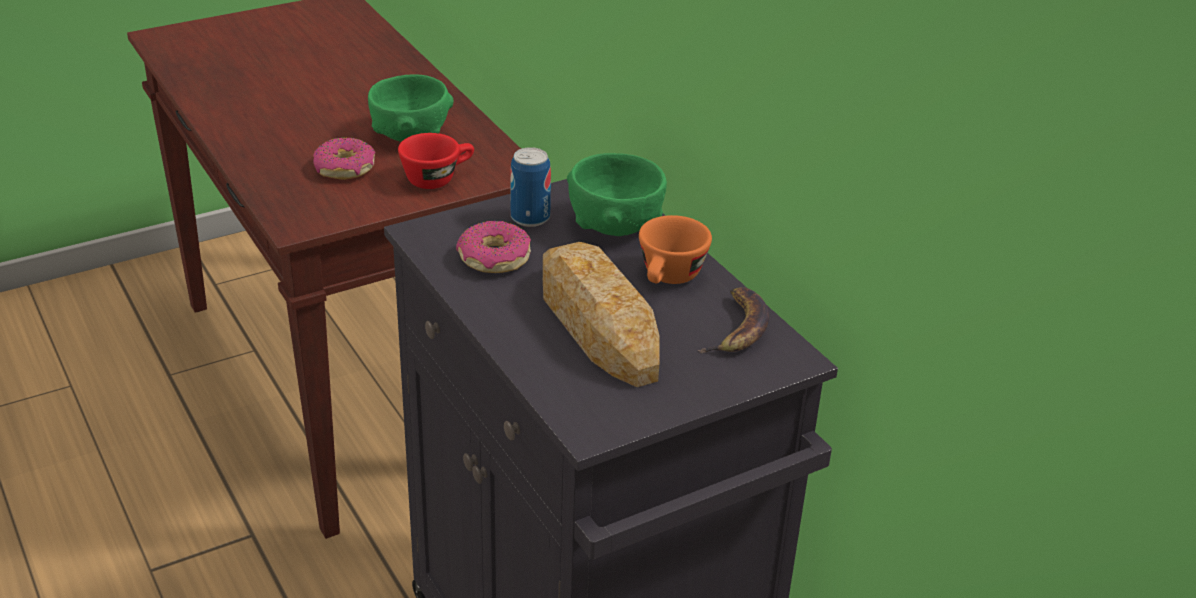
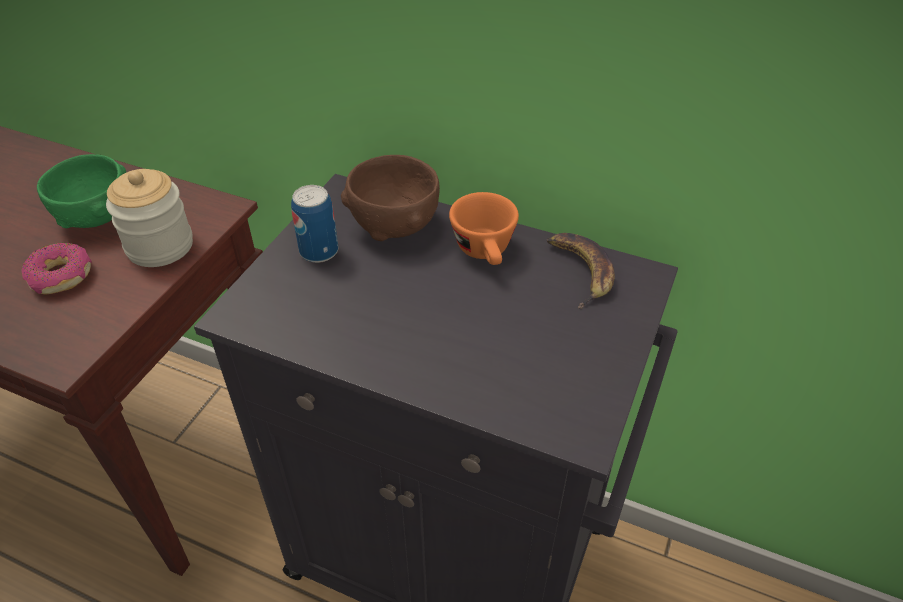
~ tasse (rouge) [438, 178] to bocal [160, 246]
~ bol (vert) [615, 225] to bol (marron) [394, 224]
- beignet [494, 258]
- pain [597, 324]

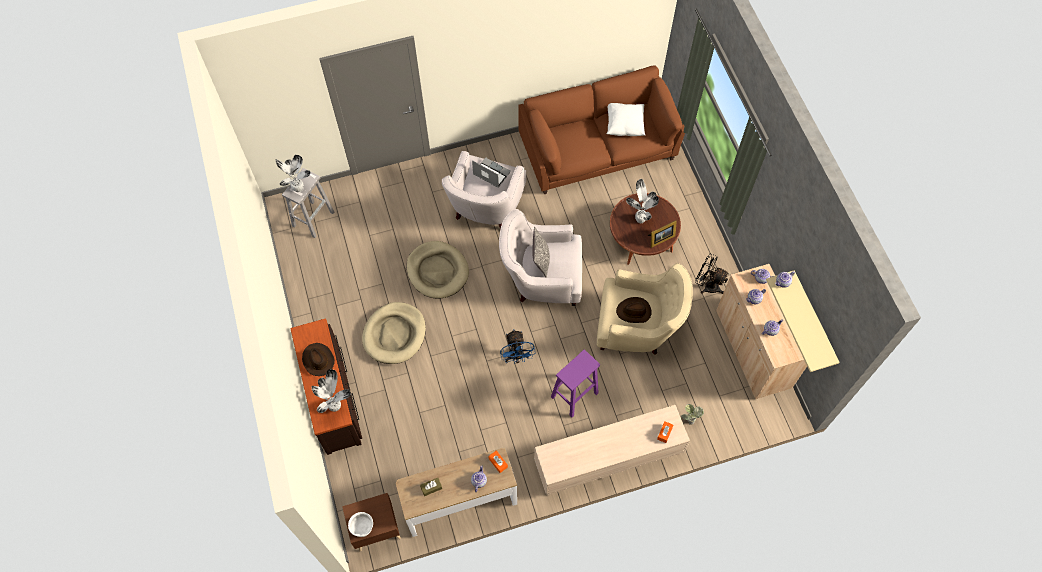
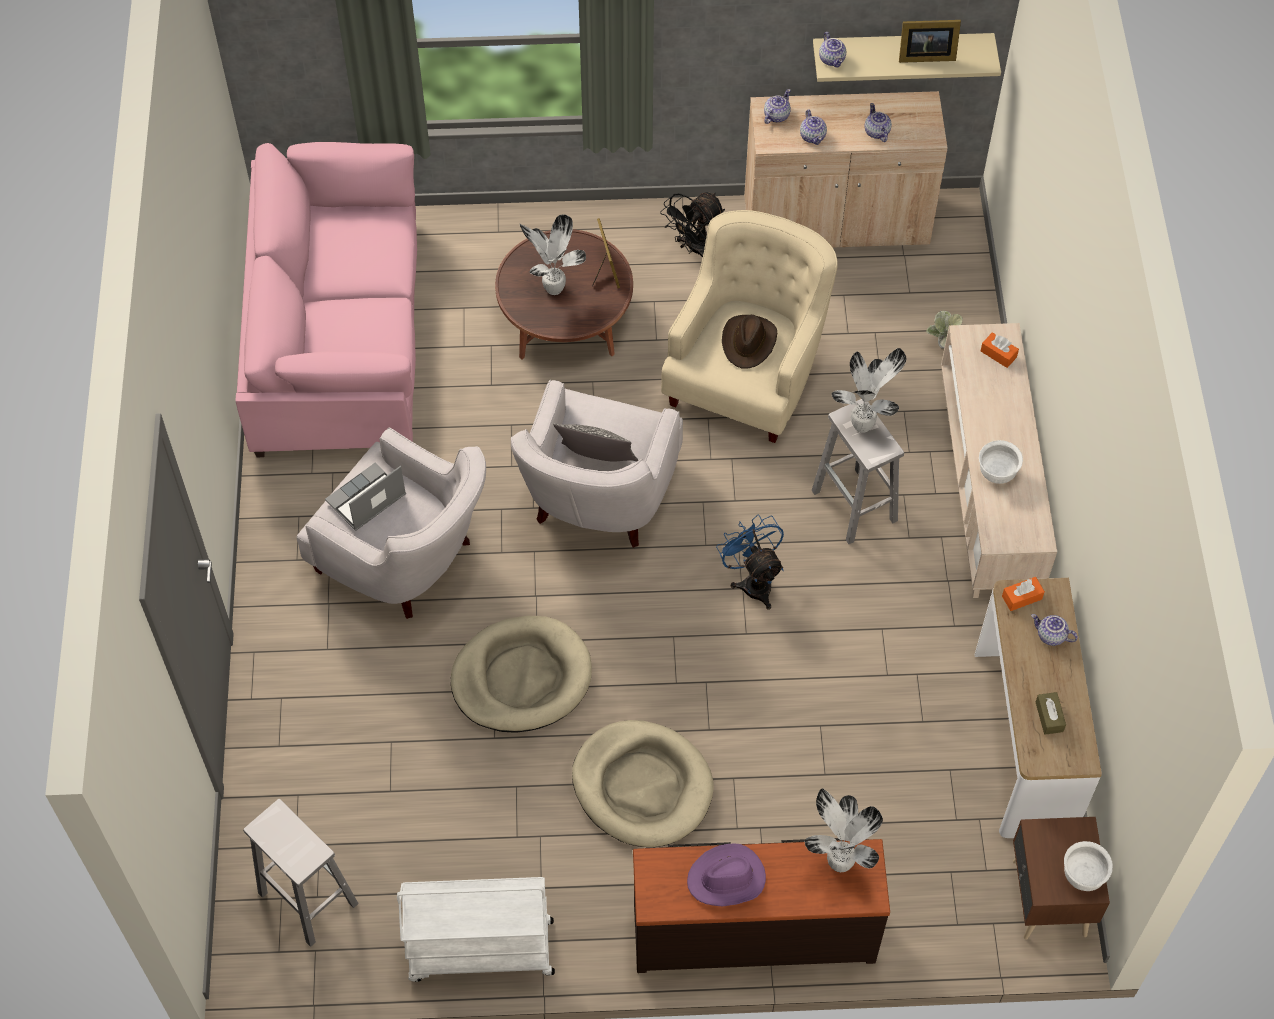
~ canapé (marron) [597, 148] to canapé (rose) [339, 338]
+ chariot (blanc) [480, 951]
~ chapeau (marron) [318, 360] to chapeau (violet) [727, 879]
~ ventilateur (bleu) [516, 357] = [753, 581] 120 degrees counterclockwise
~ tabouret (violet) [574, 395] to tabouret (blanc) [855, 507]
~ plante en pot [299, 189] to [864, 425]
+ cadre photo [924, 55]
+ bol (blanc) [997, 473]
- coussin (blanc) [624, 125]

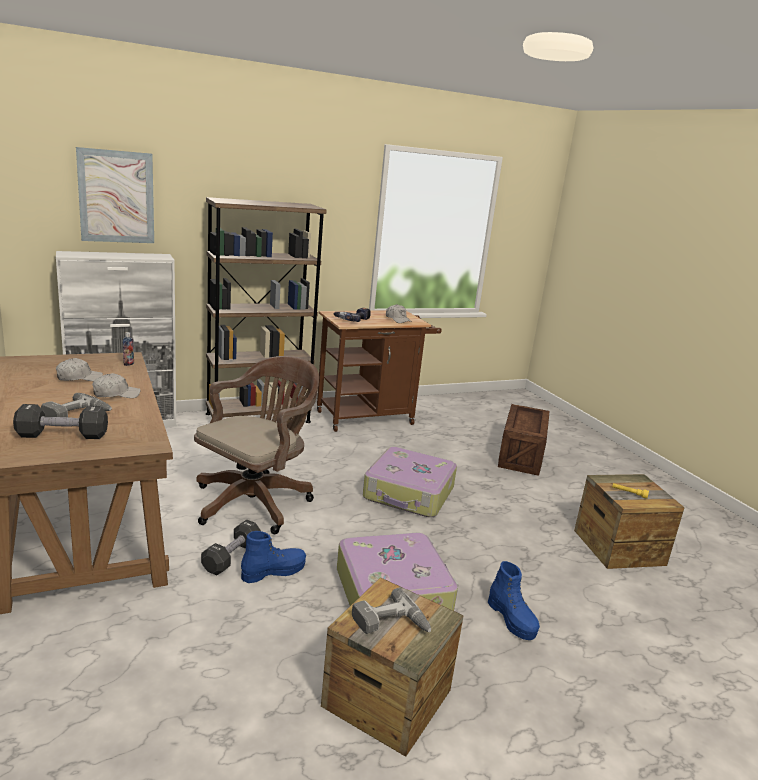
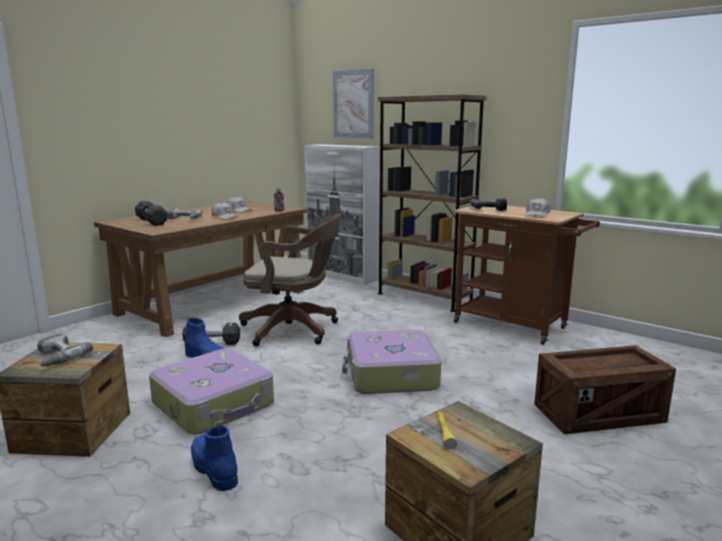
~ botte (bleu) [512, 619] = [214, 469] 105 degrees clockwise

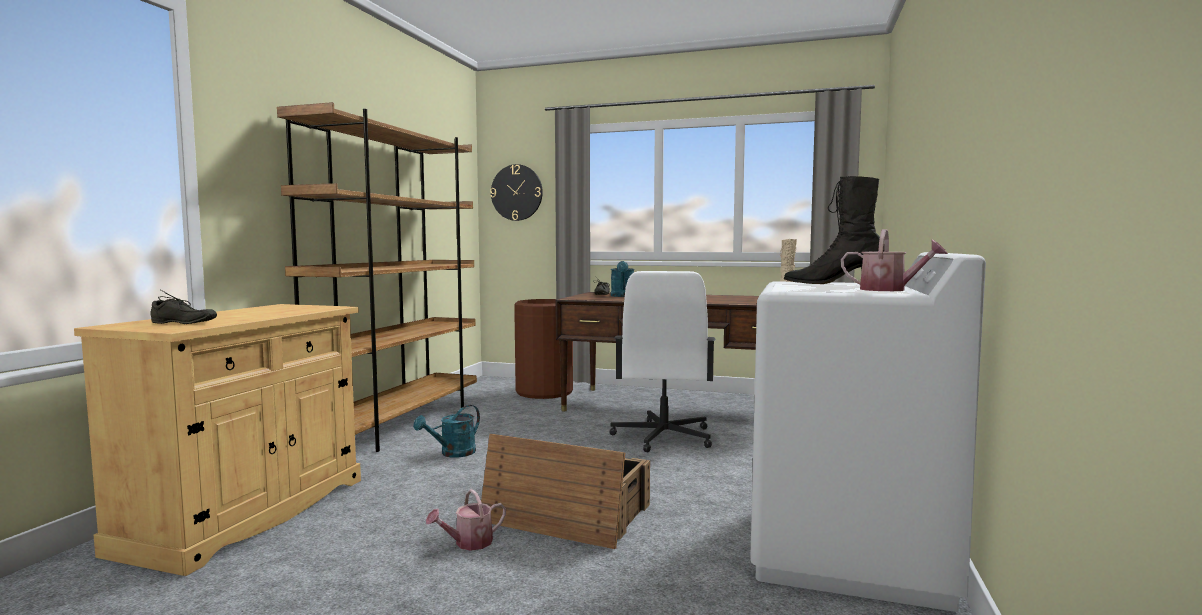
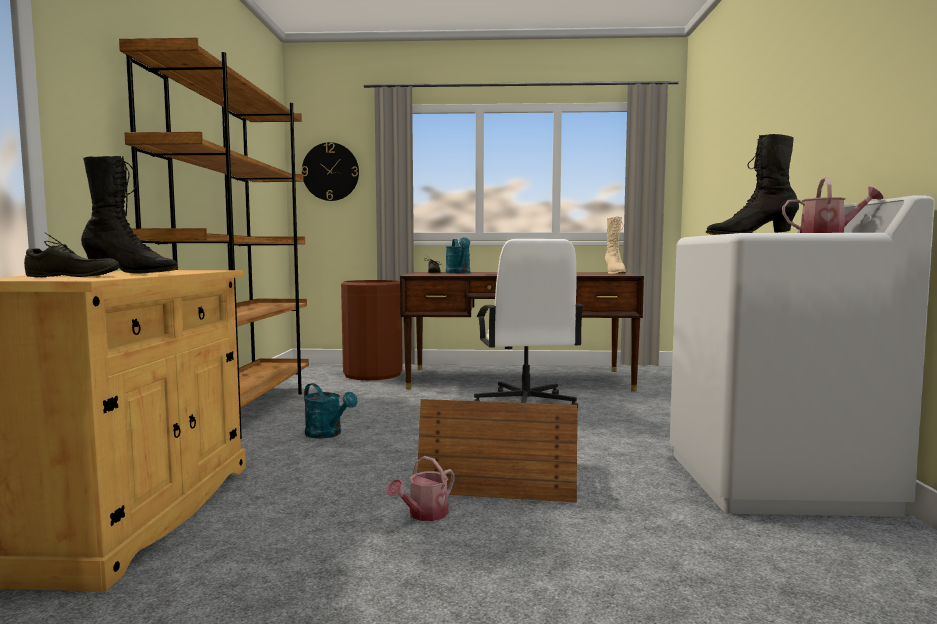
+ botte (noir) [130, 272]
~ arrosoir (turquoise) [453, 453] = [328, 434] 75 degrees counterclockwise

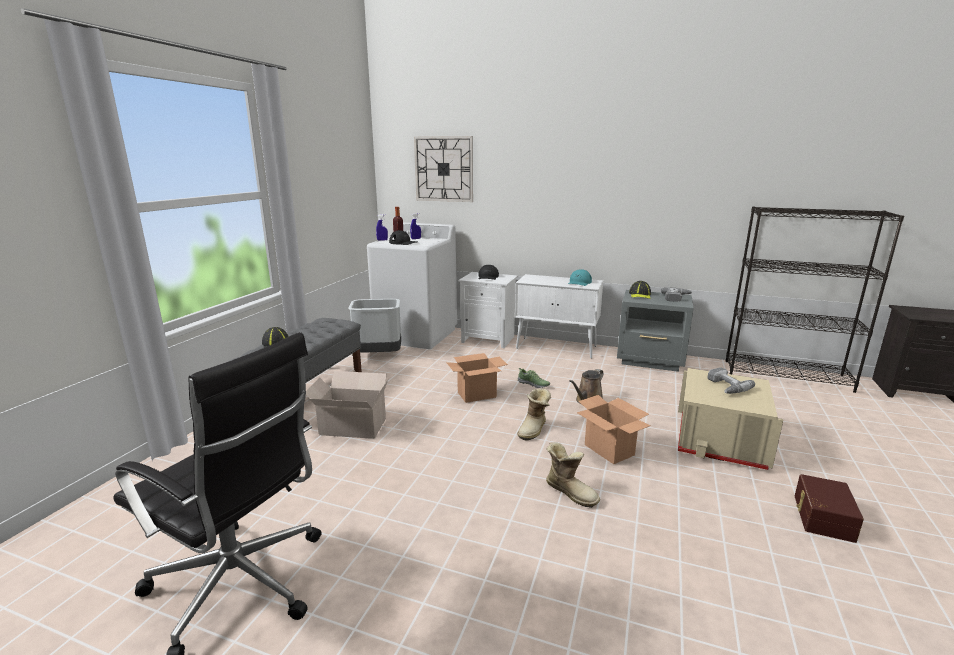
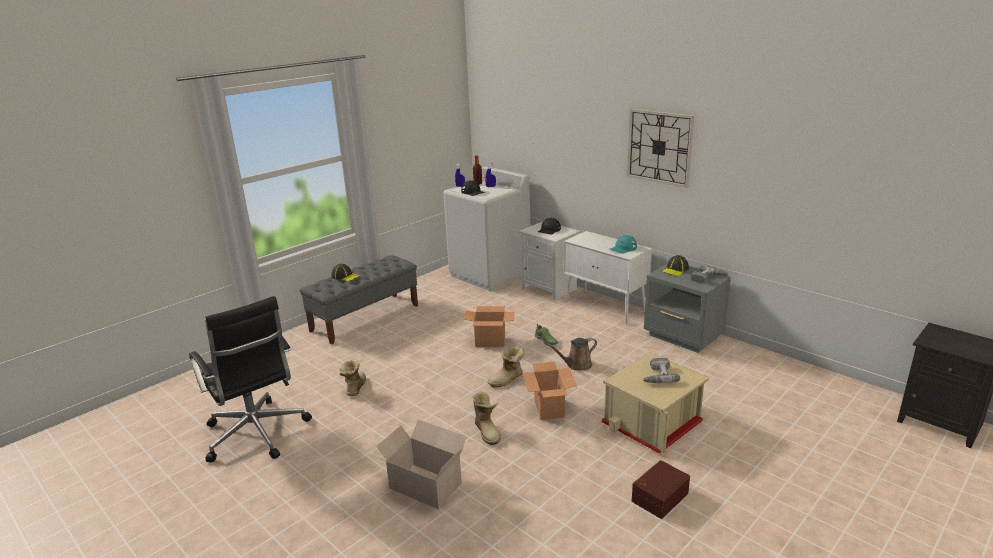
+ botte [354, 388]
~ carton [351, 426] to [424, 485]
~ horloge murale [444, 169] to [659, 147]
- poubelle (gris) [378, 356]
- bibliothèque (noir) [787, 375]

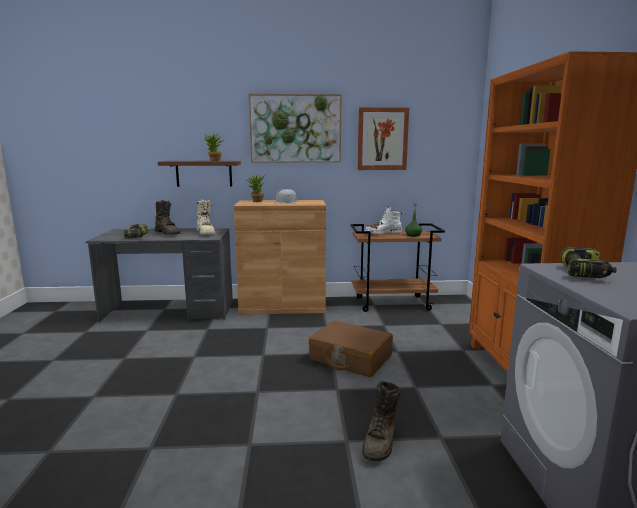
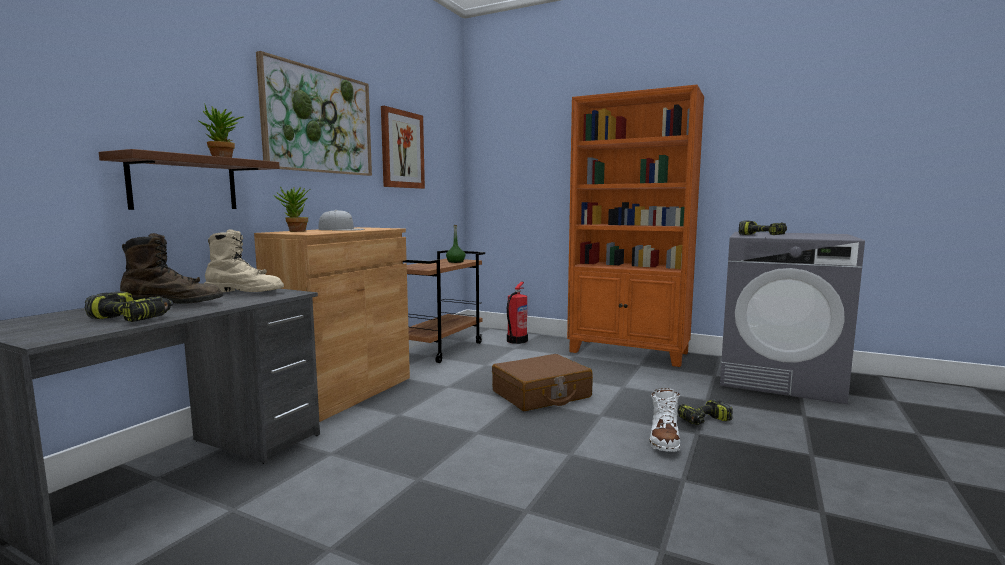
+ extincteur [516, 341]
~ botte (blanc) [383, 233] to [664, 440]
~ botte (marron) [380, 442] to perceuse [704, 421]

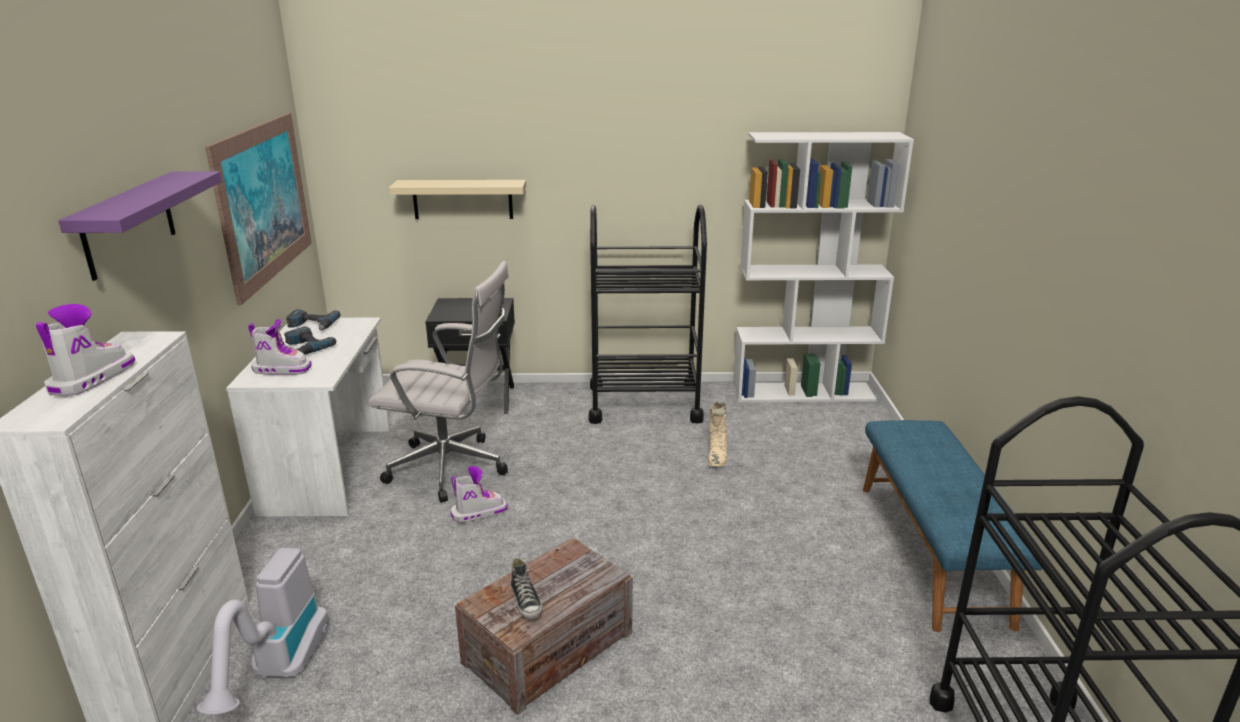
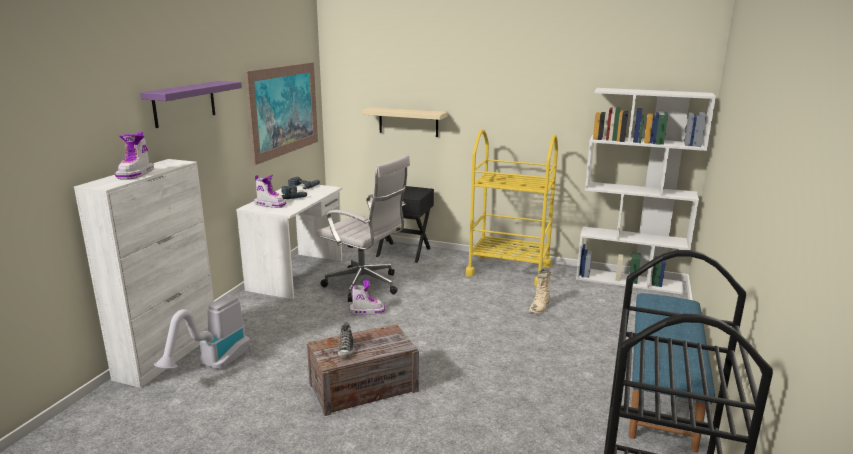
~ botte [91, 379] = [136, 174] 150 degrees clockwise
~ chariot (noir) [644, 403] to chariot (jaune) [509, 270]

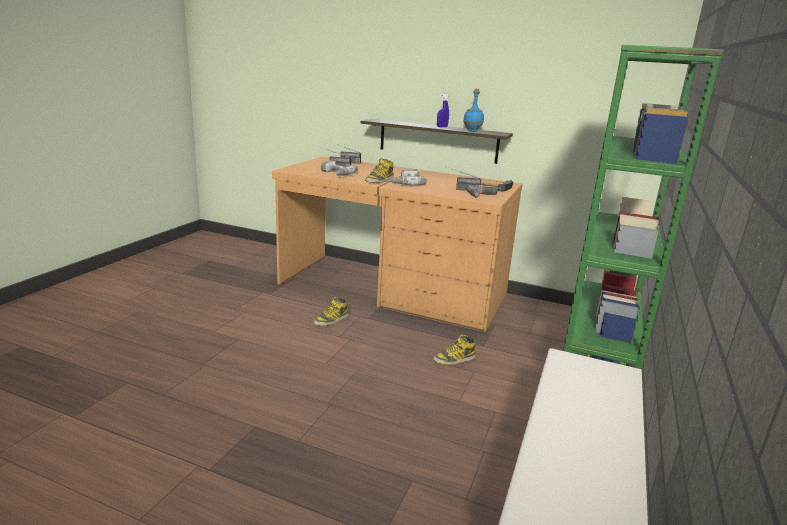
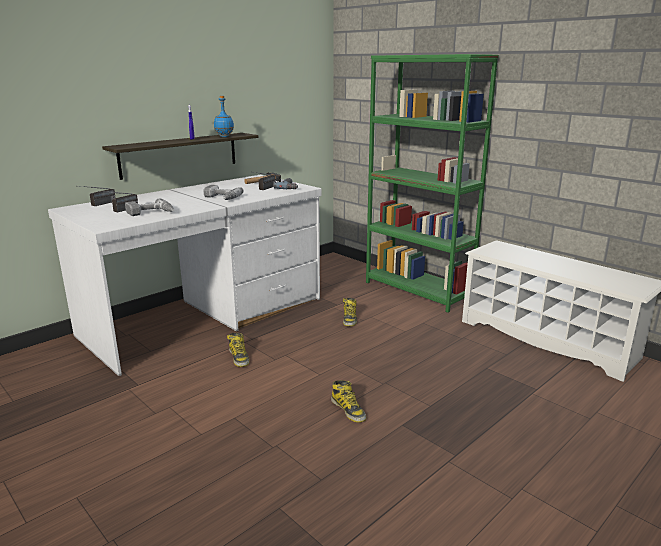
~ bureau (marron) [391, 290] to bureau (blanc) [207, 317]
~ botte [379, 180] to [348, 410]

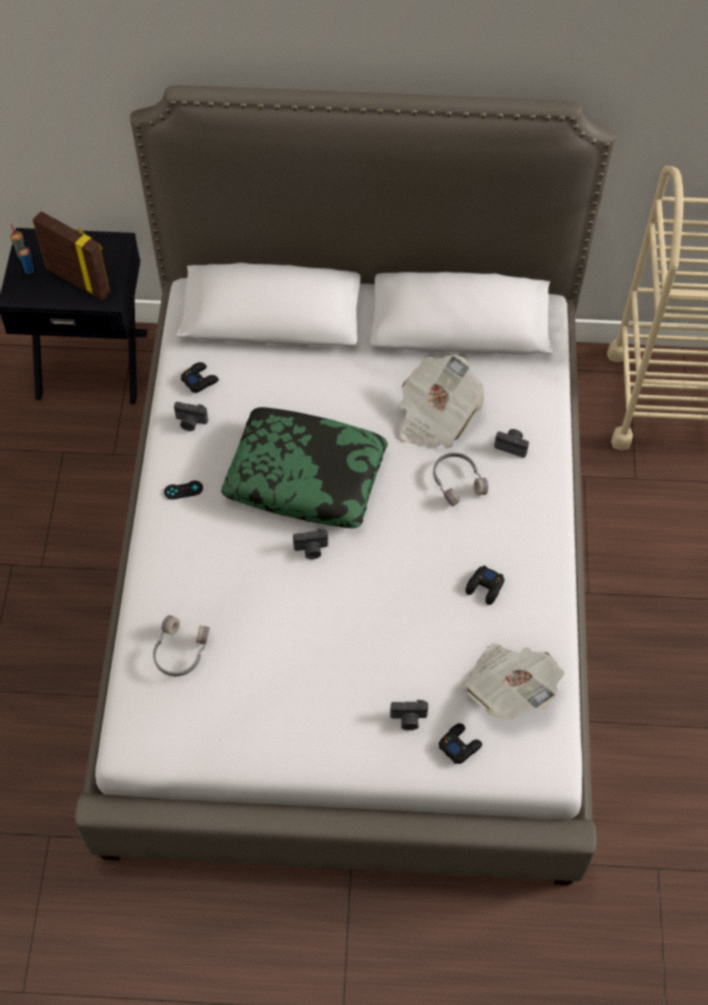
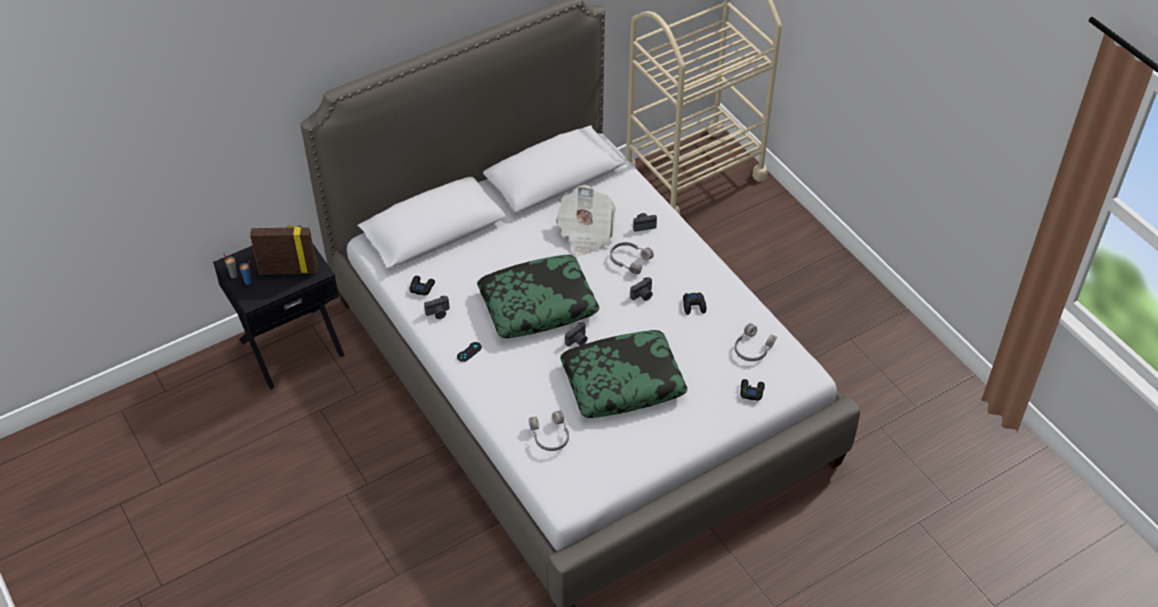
+ coussin [623, 382]
~ appareil photo [408, 719] to [643, 295]
~ journal [509, 688] to casque audio (gris) [752, 348]

